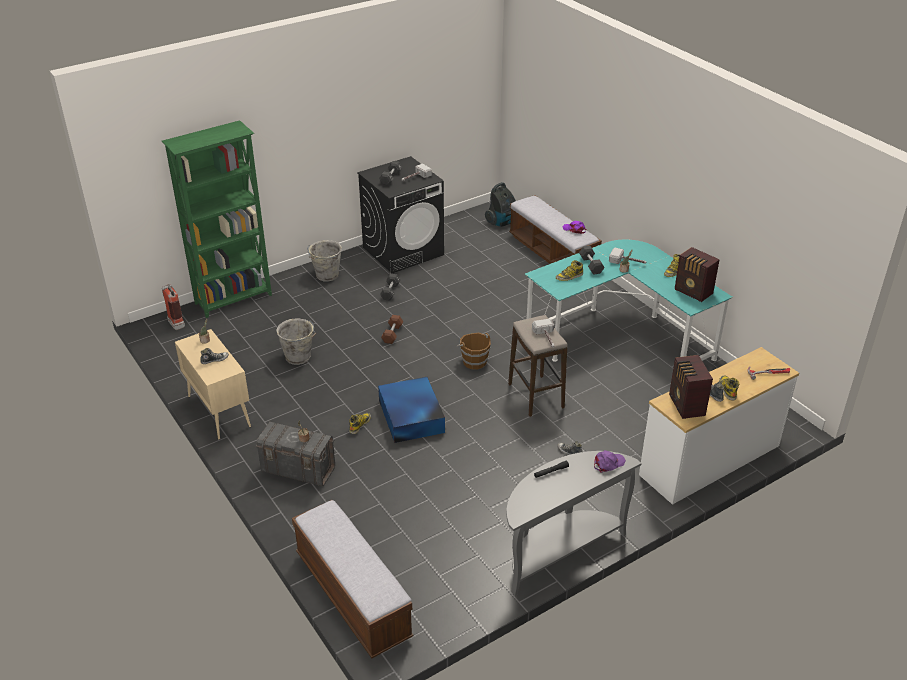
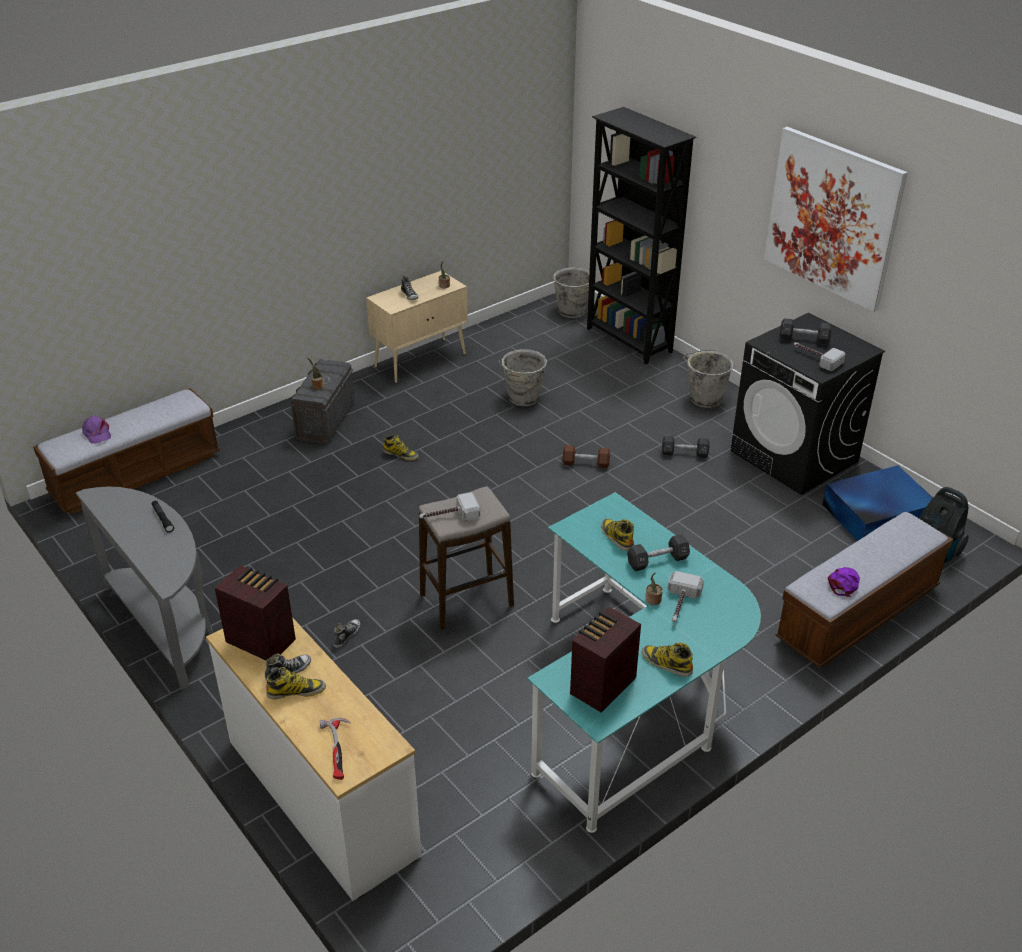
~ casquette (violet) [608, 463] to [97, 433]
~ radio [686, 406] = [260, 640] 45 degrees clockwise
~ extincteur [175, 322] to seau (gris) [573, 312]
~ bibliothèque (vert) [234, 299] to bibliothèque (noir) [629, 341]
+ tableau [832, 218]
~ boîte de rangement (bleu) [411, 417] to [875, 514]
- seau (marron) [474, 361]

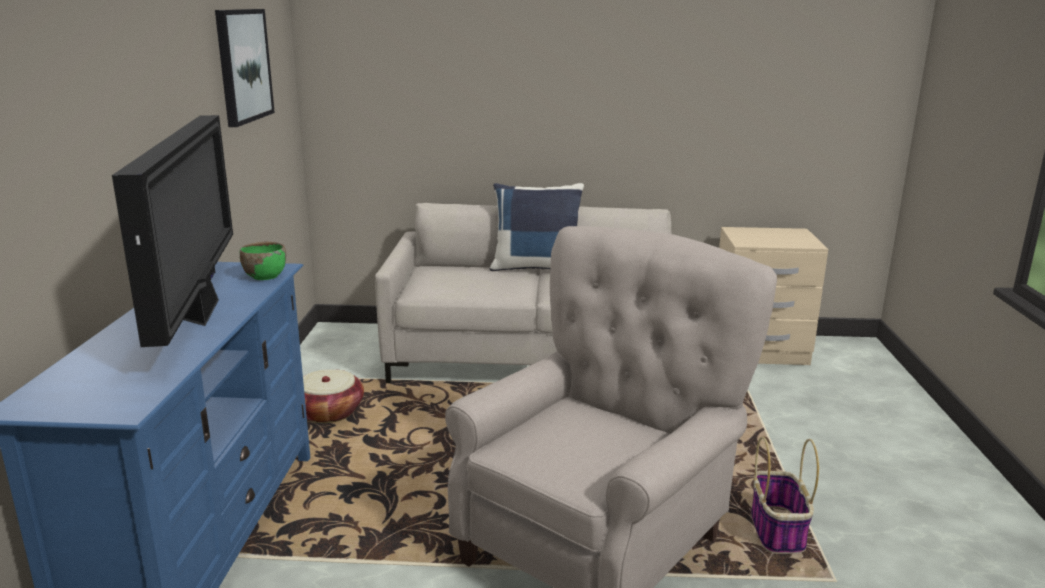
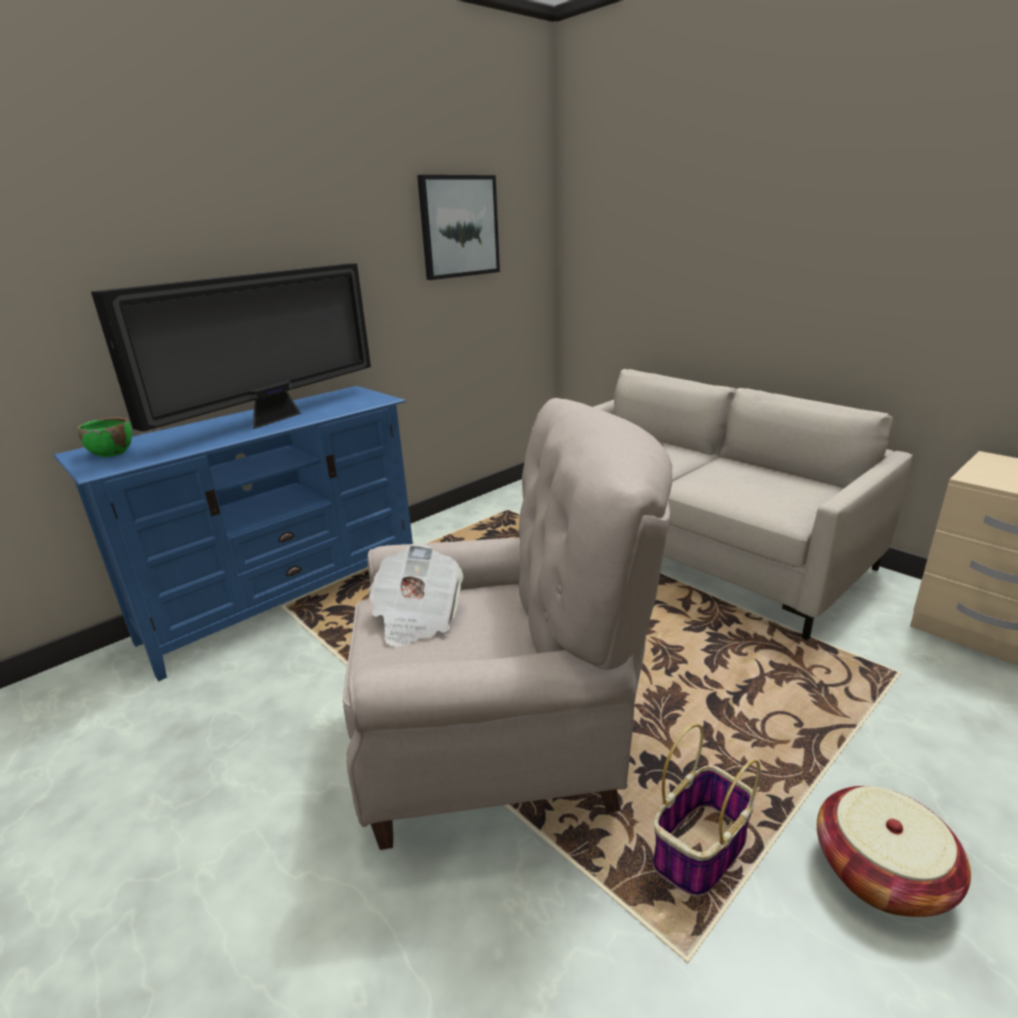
~ bol (vert) [264, 276] to [112, 452]
+ journal [416, 617]
~ panier [329, 412] to [881, 872]
- coussin (bleu) [537, 268]

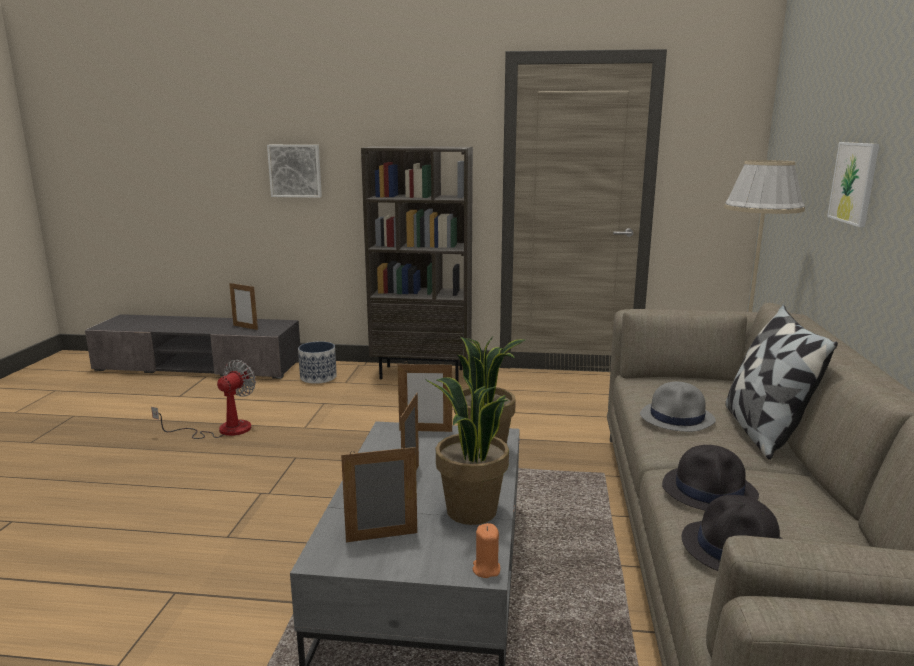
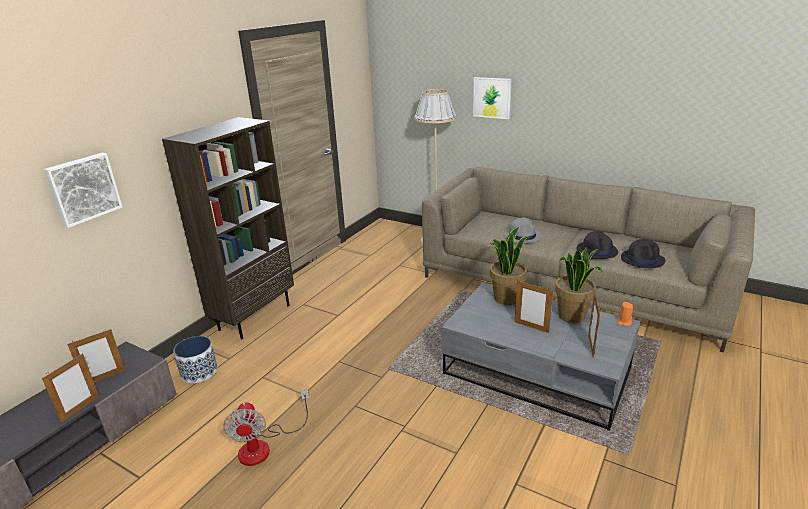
~ cadre photo [425, 430] to [80, 408]
~ ventilateur [222, 430] = [264, 446] 150 degrees counterclockwise
- coussin [762, 432]

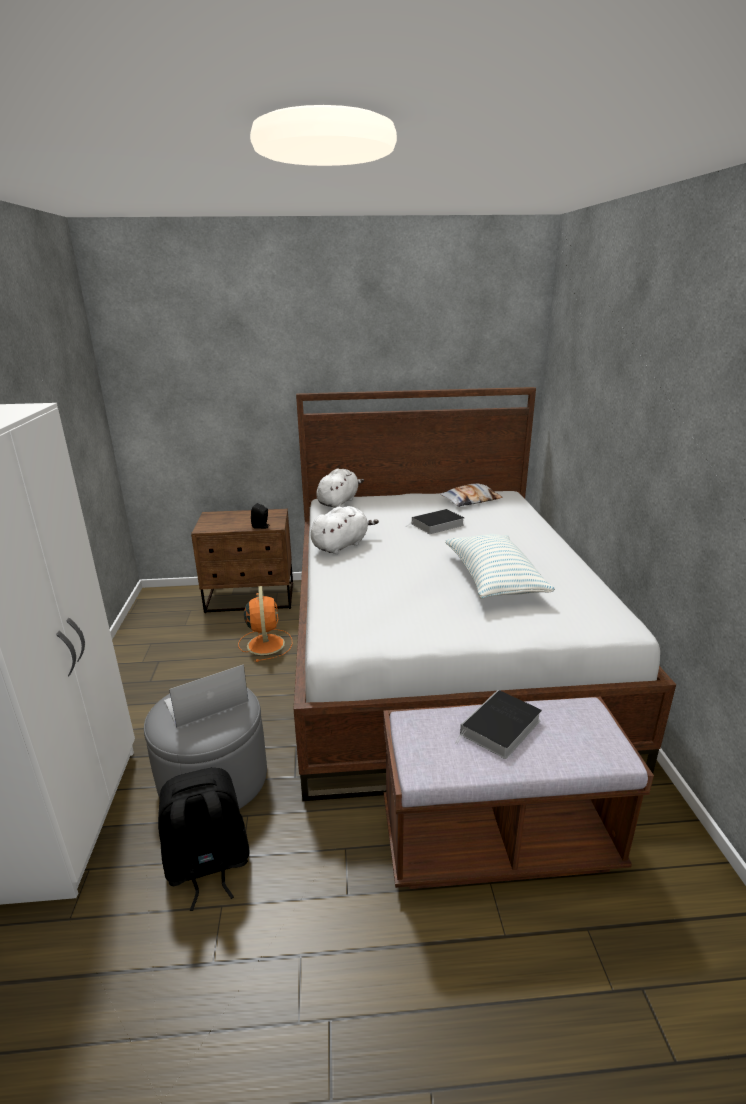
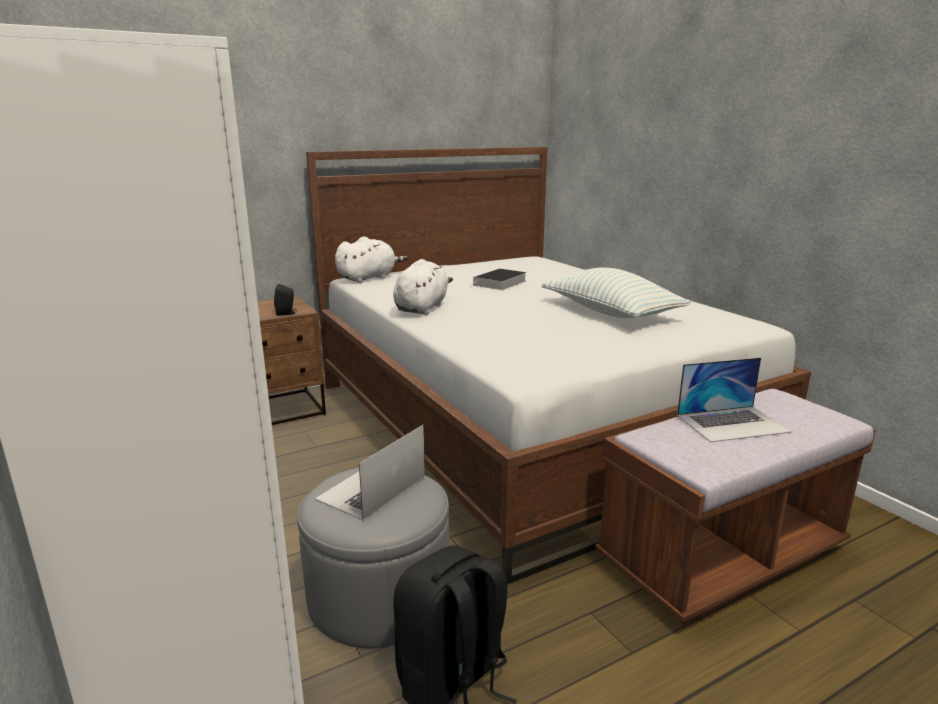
~ peluche (blanc) [339, 502] = [368, 278] 45 degrees clockwise
~ livre [500, 729] to ordinateur portable [732, 423]
- ventilateur (orange) [265, 643]
- coussin [470, 500]

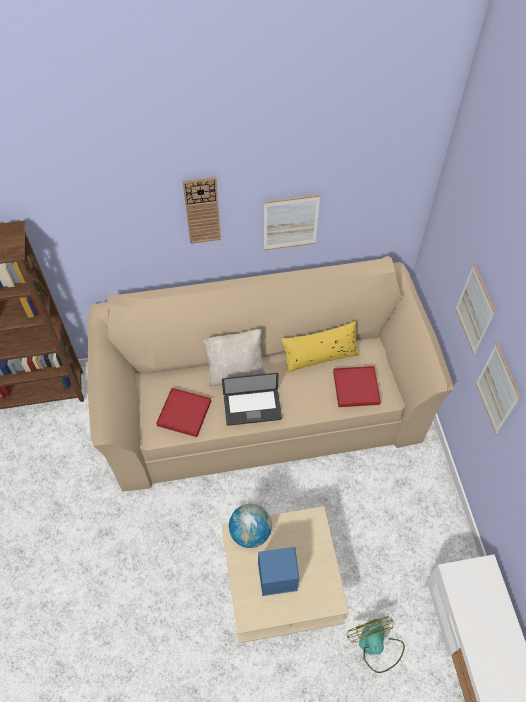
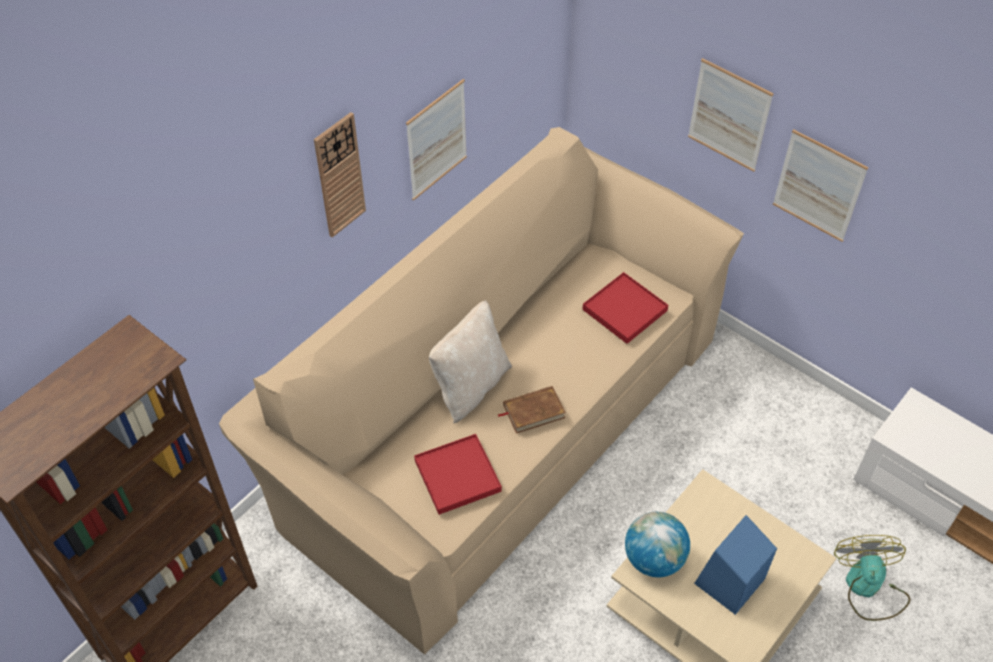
~ ordinateur portable [252, 408] to livre (marron) [533, 411]
~ ventilateur [375, 645] = [868, 588] 60 degrees clockwise
- coussin (jaune) [319, 356]

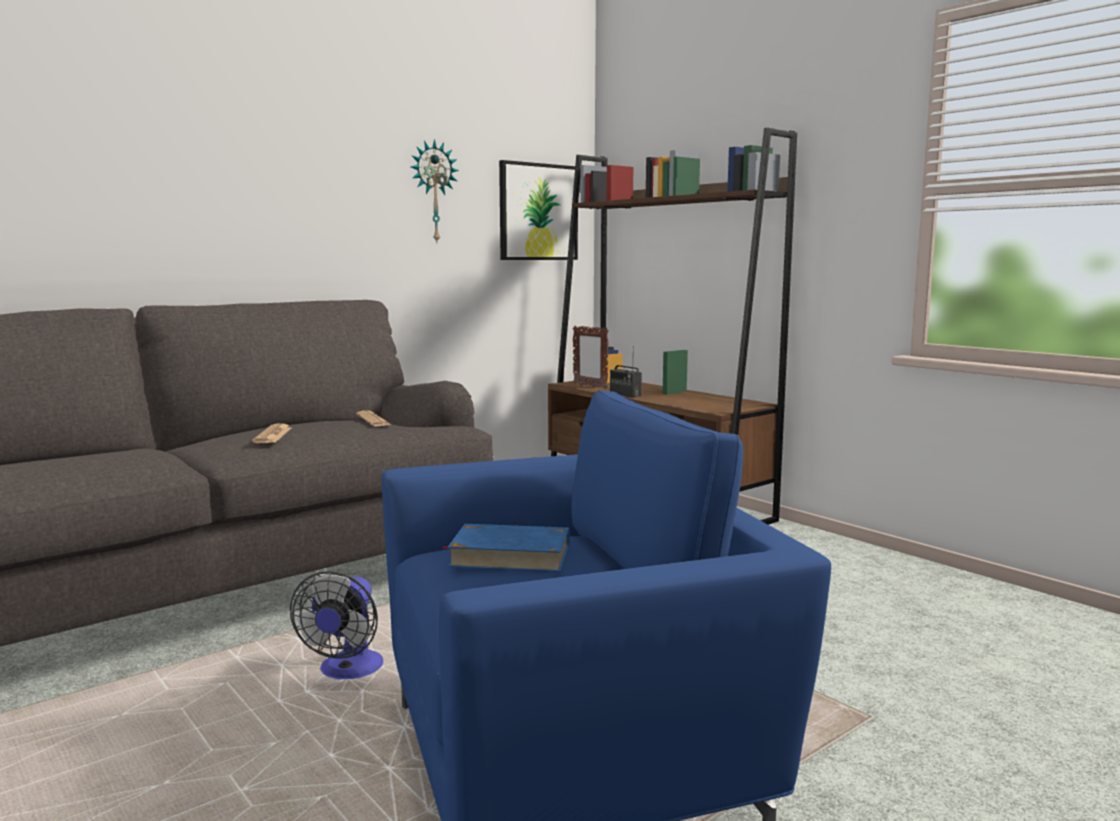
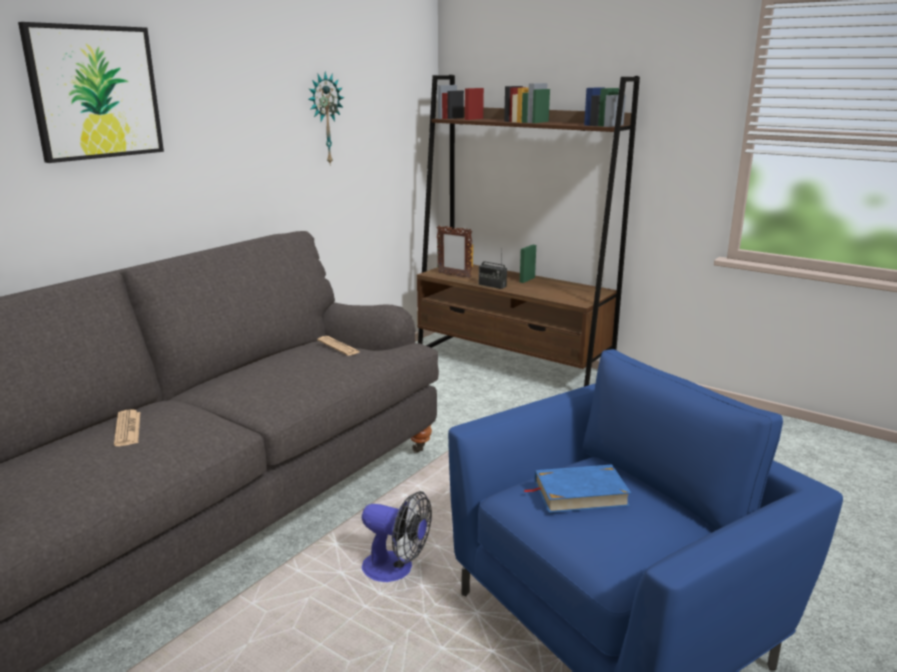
~ tableau [538, 212] to [95, 92]
~ journal [273, 435] to [127, 429]
~ ventilateur [347, 672] = [396, 570] 60 degrees counterclockwise

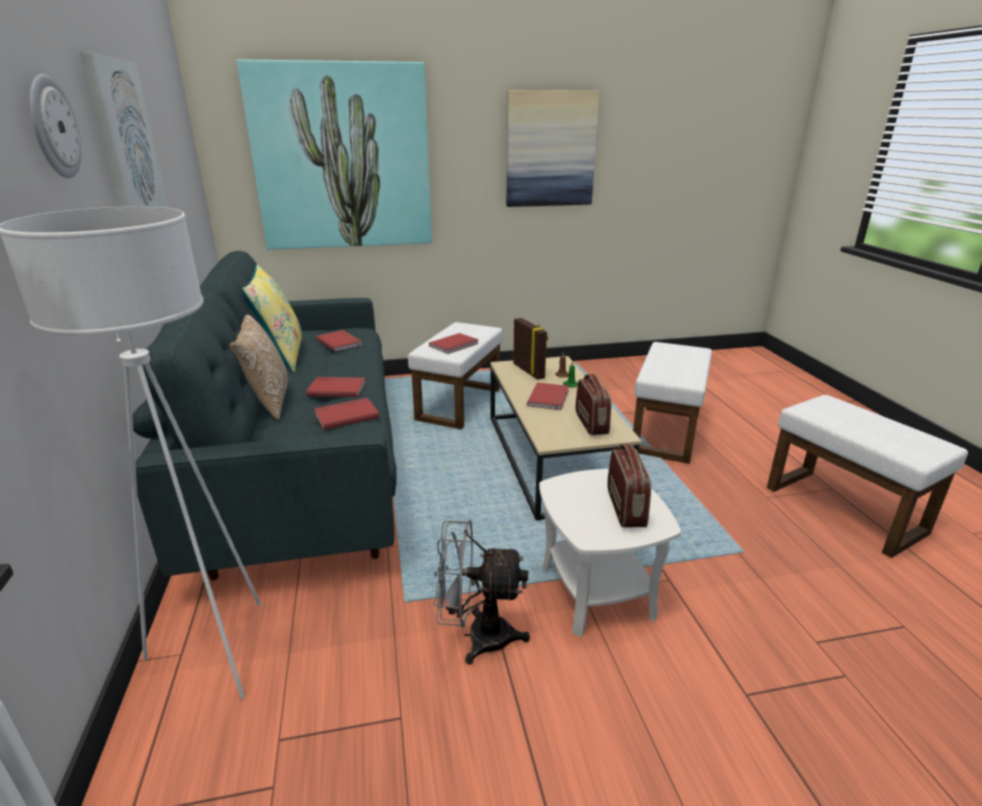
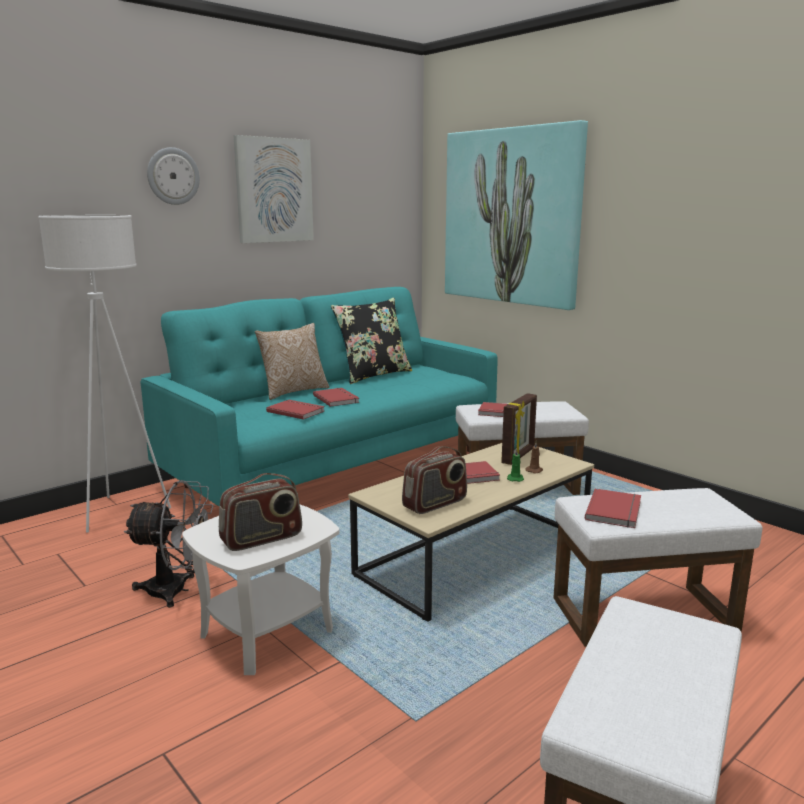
~ ventilateur (gris) [477, 636] = [177, 590] 120 degrees clockwise
~ canapé (gris) [305, 466] to canapé (turquoise) [335, 467]
~ coussin (jaune) [281, 356] to coussin (noir) [373, 375]
~ livre (rouge) [340, 342] to [616, 511]
- tableau [550, 149]

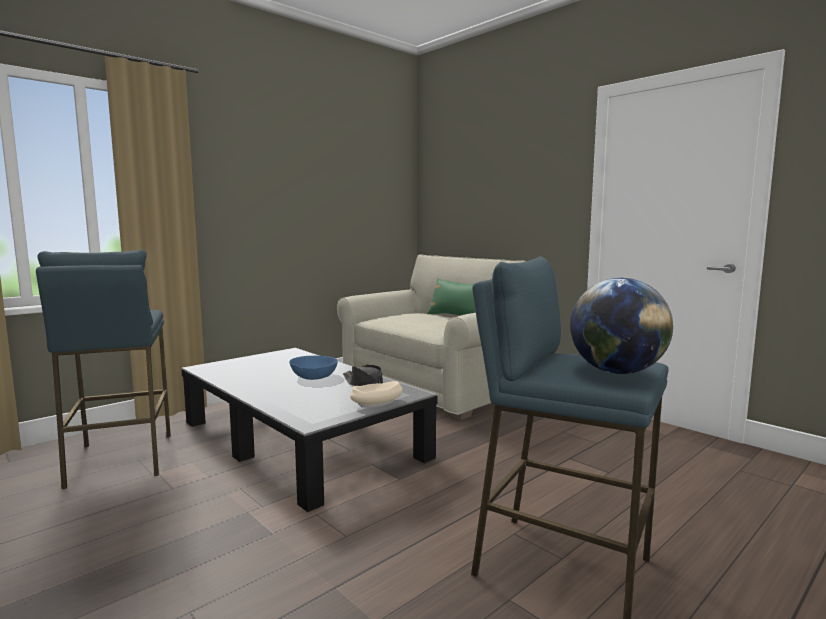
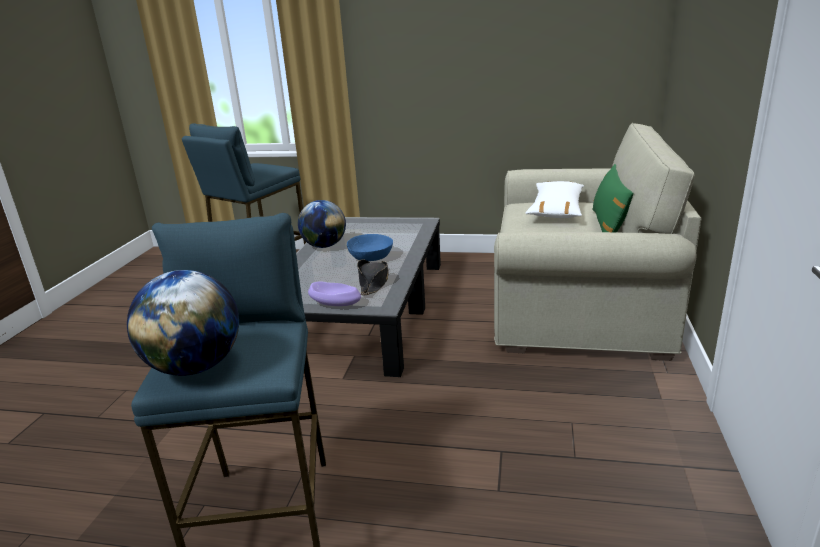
+ globe [324, 246]
~ bol (beige) [376, 403] to bol (violet) [335, 303]
+ coussin (blanc) [556, 209]

